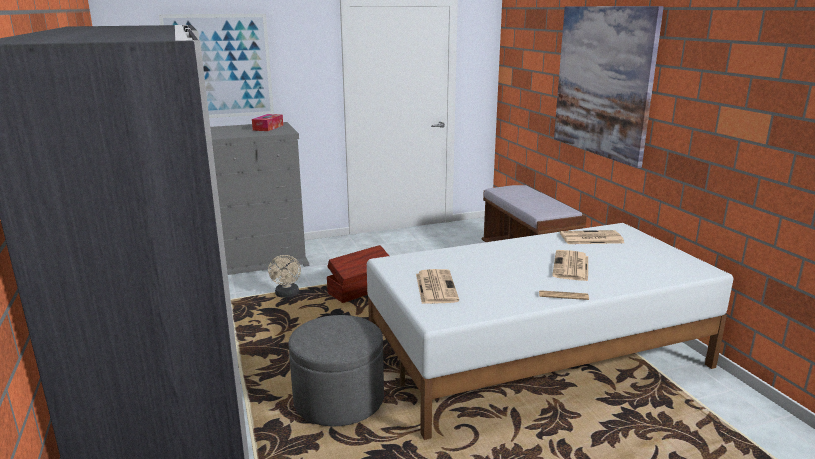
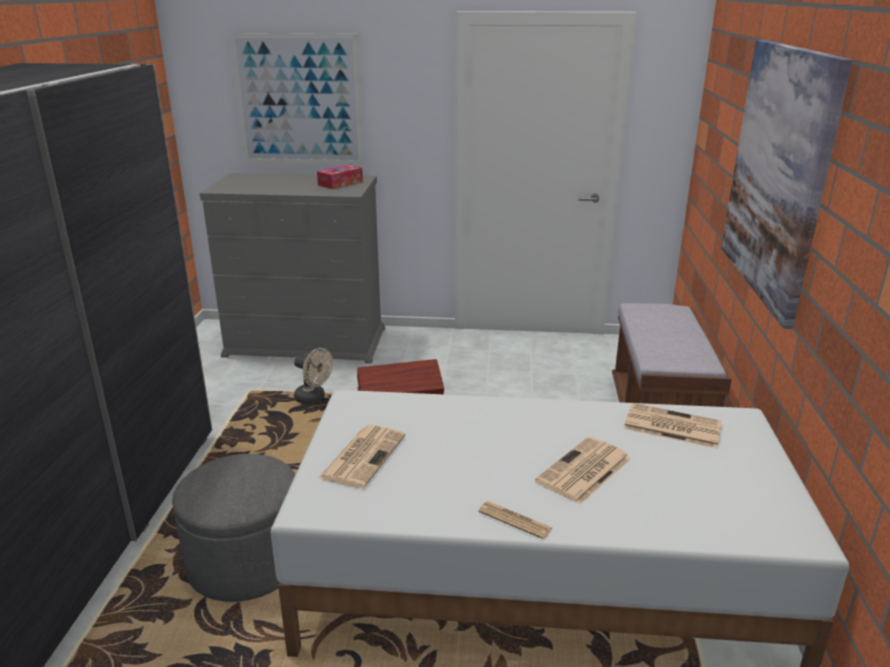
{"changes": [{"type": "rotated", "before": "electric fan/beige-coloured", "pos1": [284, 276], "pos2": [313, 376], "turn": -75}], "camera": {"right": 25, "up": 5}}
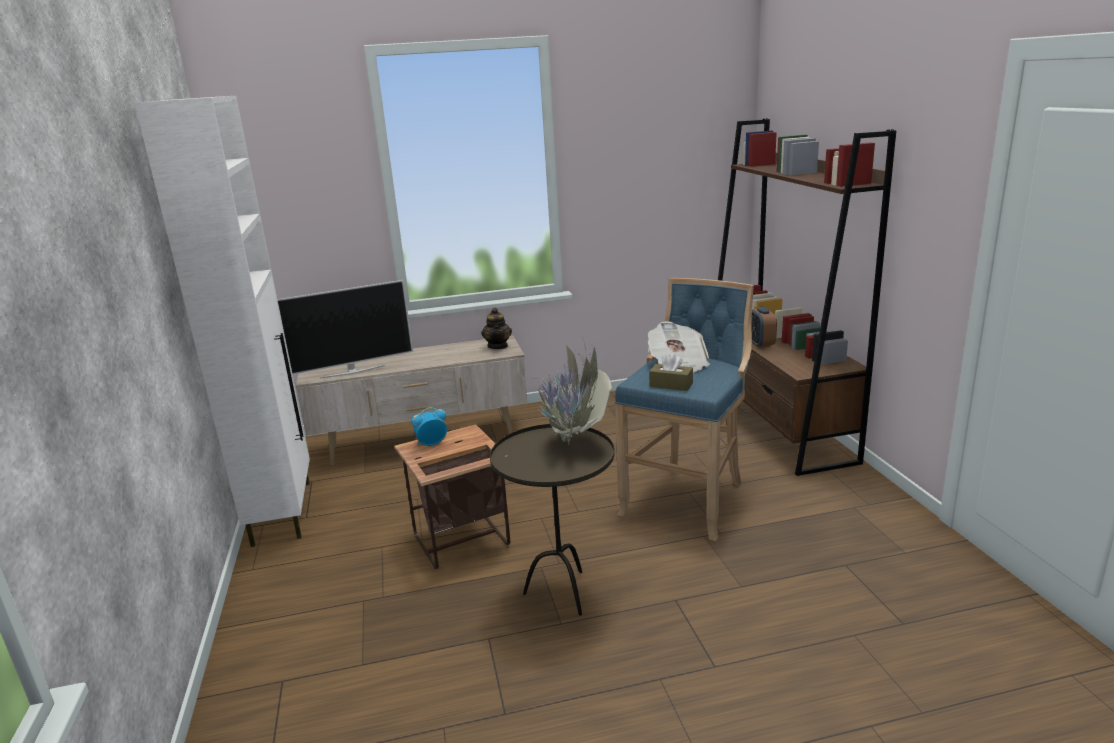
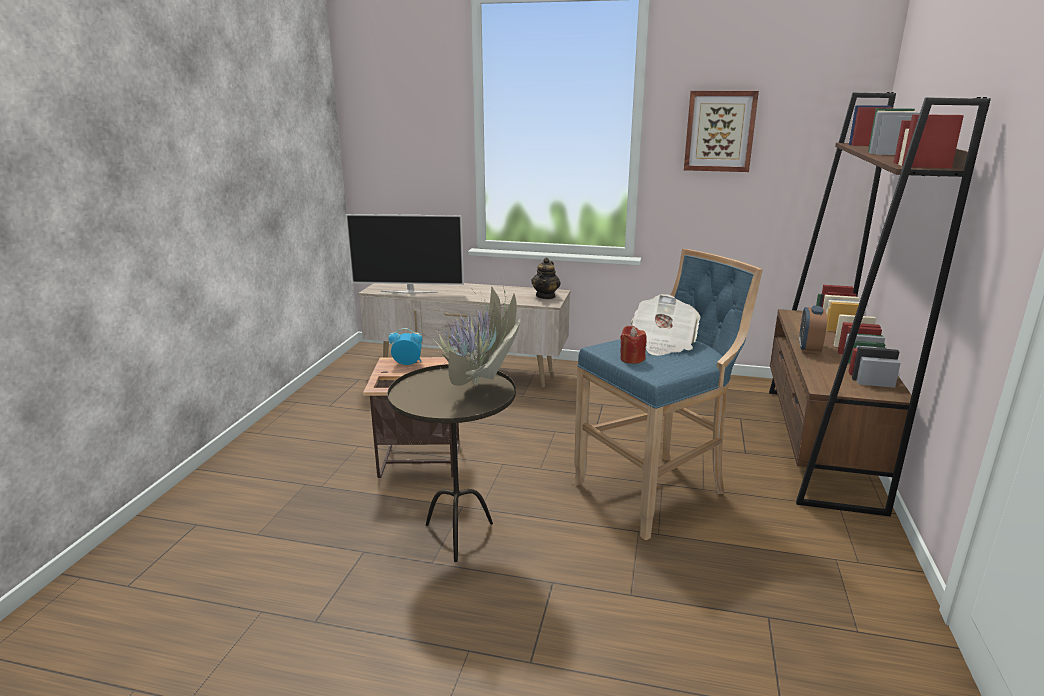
{"changes": [{"type": "gone", "before": "storage cabinet/whitish", "pos1": [222, 321]}, {"type": "new", "after": "wall picture", "pos2": [721, 131]}, {"type": "swapped", "before": "tissue box/brown", "after": "wax light/reddish", "pos1": [671, 372], "pos2": [633, 345]}], "camera": {"right": 25, "up": 0}}
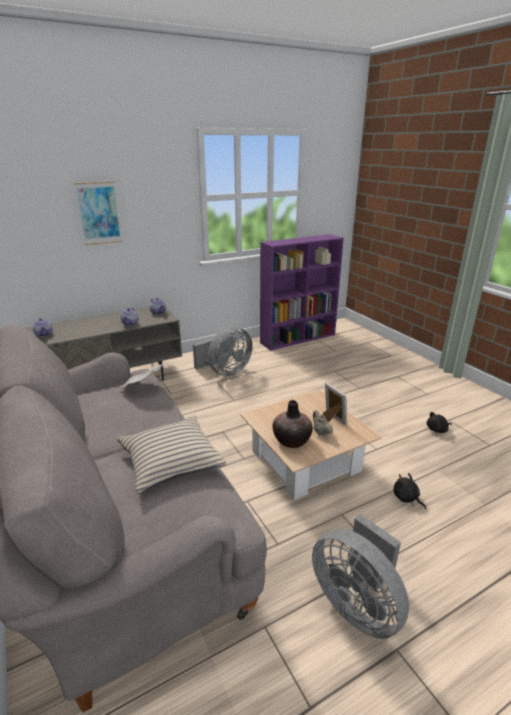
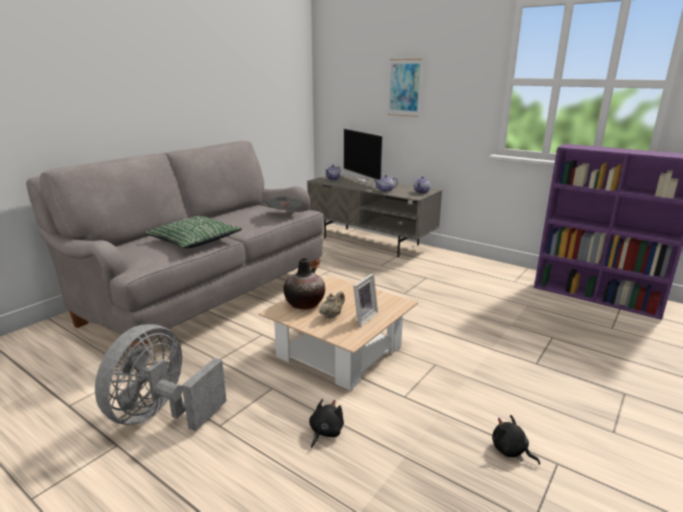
{"changes": [{"type": "gone", "before": "electric fan/greyish", "pos1": [223, 351]}, {"type": "new", "after": "TV set", "pos2": [363, 156]}, {"type": "repainted", "before": "throw pillow/beige-coloured", "after": "throw pillow/green-coloured", "pos1": [171, 455], "pos2": [193, 232]}], "camera": {"right": 65, "up": -5}}
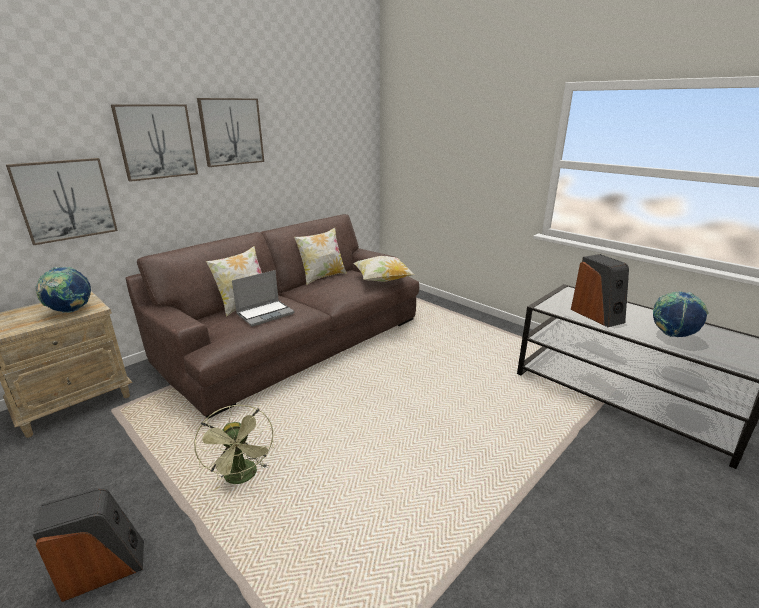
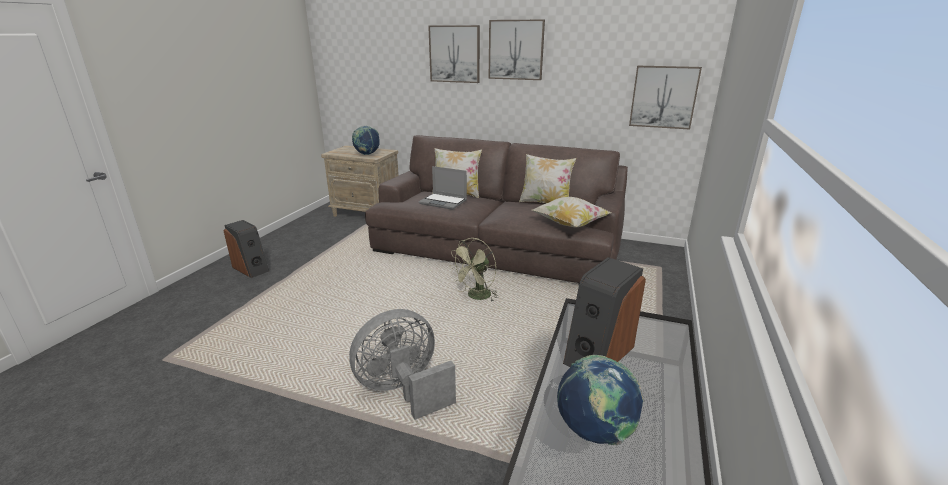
{"changes": [{"type": "new", "after": "electric fan/greyish", "pos2": [402, 364]}, {"type": "shifted", "before": "wall picture", "pos1": [62, 201], "pos2": [665, 98]}, {"type": "shifted", "before": "electric fan/green-coloured", "pos1": [234, 448], "pos2": [474, 270]}], "camera": {"right": 65, "up": 0}}
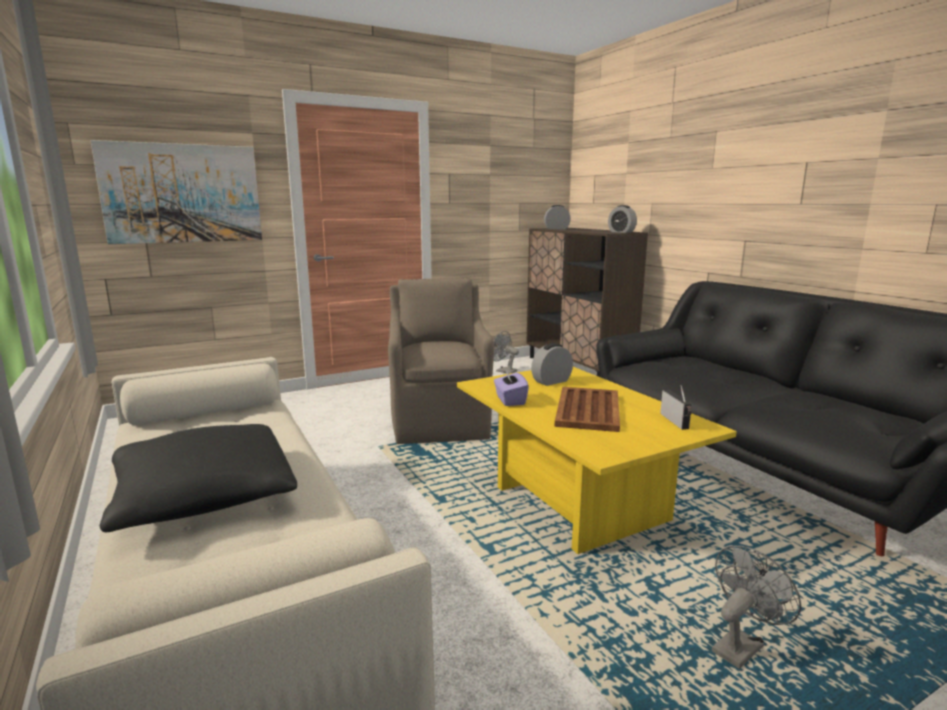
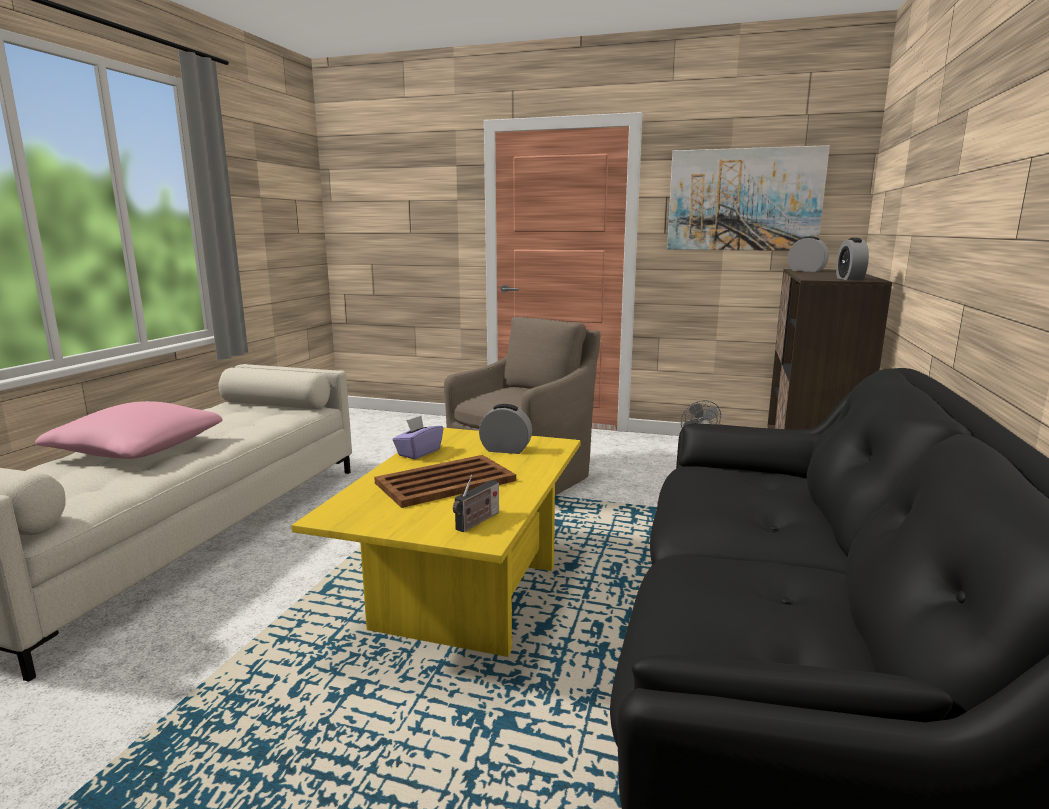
{"changes": [{"type": "gone", "before": "electric fan/greyish", "pos1": [756, 607]}, {"type": "shifted", "before": "wall picture", "pos1": [176, 192], "pos2": [748, 198]}, {"type": "repainted", "before": "throw pillow/blackish", "after": "throw pillow/pink", "pos1": [198, 478], "pos2": [129, 430]}], "camera": {"right": 45, "up": 0}}
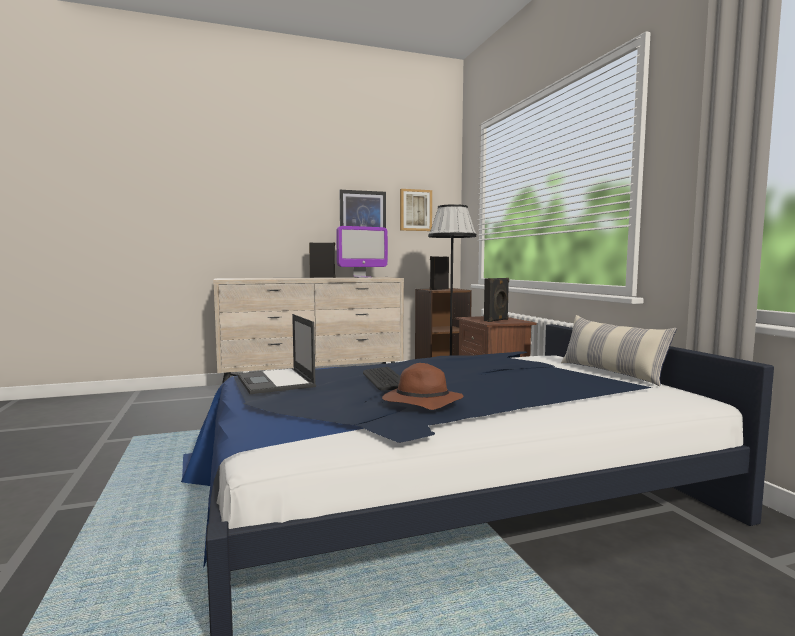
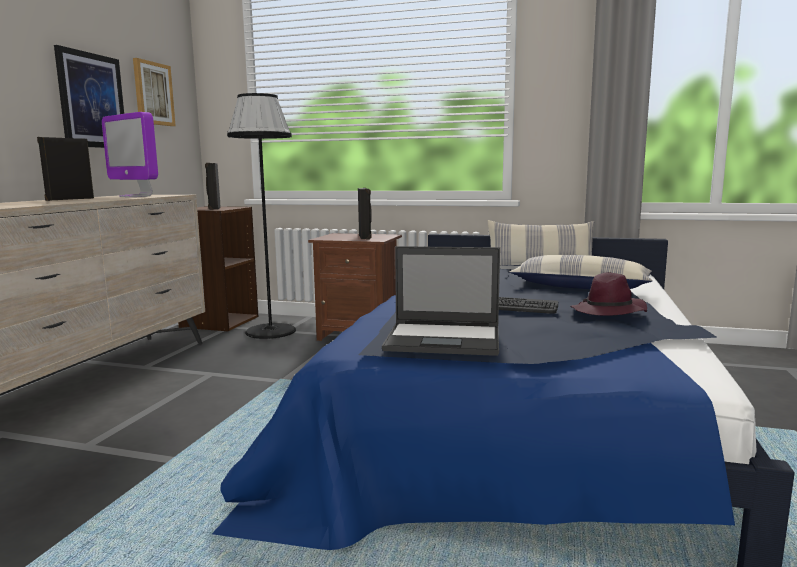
{"changes": [{"type": "new", "after": "throw pillow", "pos2": [581, 272]}, {"type": "repainted", "before": "wearable hat/brown", "after": "wearable hat/purplish", "pos1": [422, 386], "pos2": [608, 294]}, {"type": "rotated", "before": "computer display", "pos1": [362, 252], "pos2": [130, 154], "turn": 120}], "camera": {"right": -55, "up": 5}}
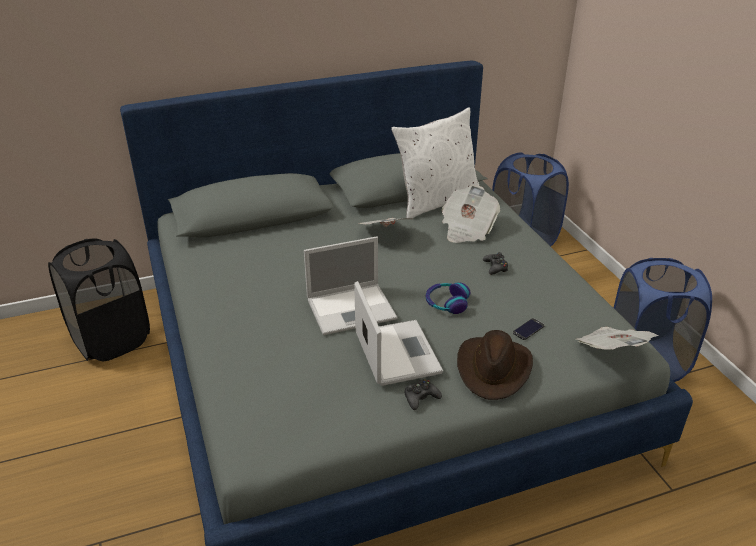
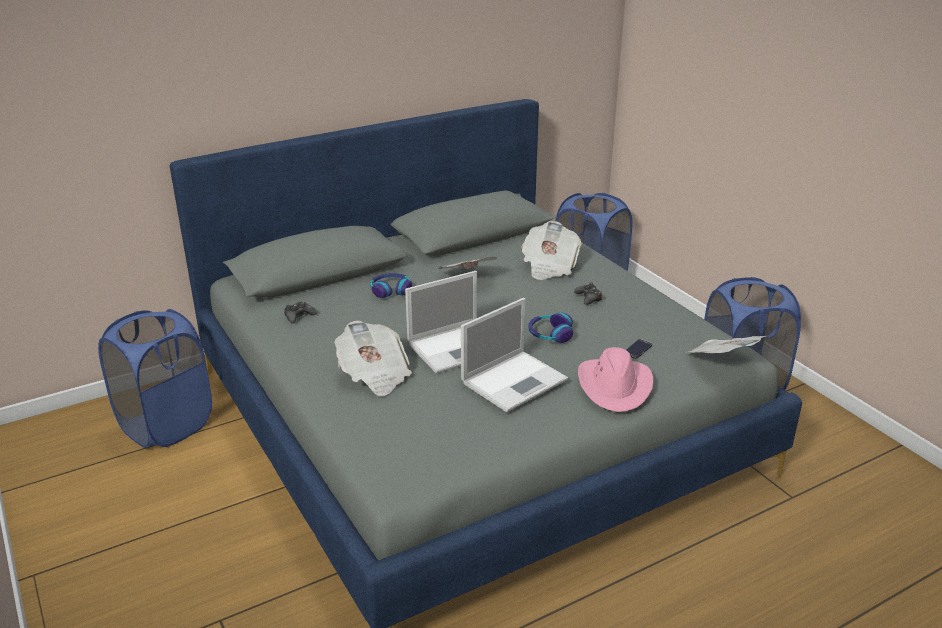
{"changes": [{"type": "gone", "before": "throw pillow/whitish", "pos1": [435, 163]}, {"type": "new", "after": "daily paper", "pos2": [373, 358]}, {"type": "new", "after": "pair of headphones", "pos2": [391, 285]}, {"type": "shifted", "before": "gamepad/blackish", "pos1": [423, 394], "pos2": [300, 313]}, {"type": "repainted", "before": "washing basket/blackish", "after": "washing basket/blue", "pos1": [99, 299], "pos2": [155, 378]}, {"type": "repainted", "before": "wearable hat/brown", "after": "wearable hat/pink", "pos1": [495, 365], "pos2": [615, 379]}, {"type": "rotated", "before": "notebook computer", "pos1": [398, 333], "pos2": [514, 355], "turn": 75}], "camera": {"right": -10, "up": -5}}
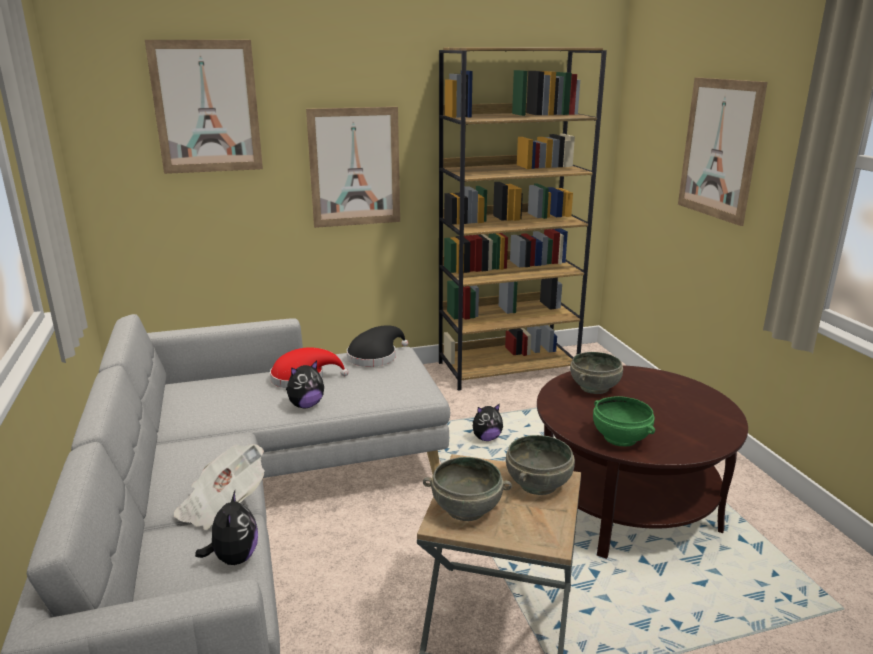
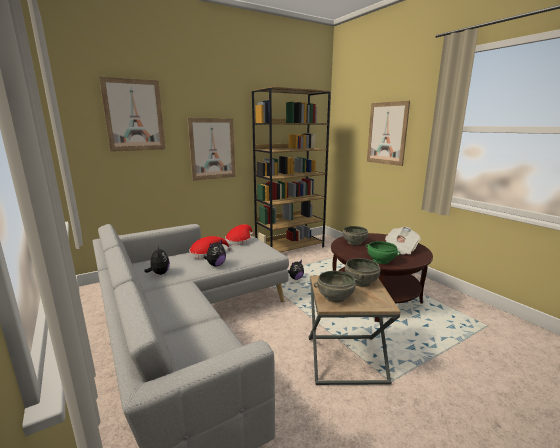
{"changes": [{"type": "shifted", "before": "daily paper", "pos1": [219, 487], "pos2": [403, 241]}, {"type": "shifted", "before": "plush toy", "pos1": [226, 528], "pos2": [157, 260]}, {"type": "repainted", "before": "wearable hat/blackish", "after": "wearable hat/reddish", "pos1": [377, 346], "pos2": [239, 234]}], "camera": {"right": -15, "up": -5}}
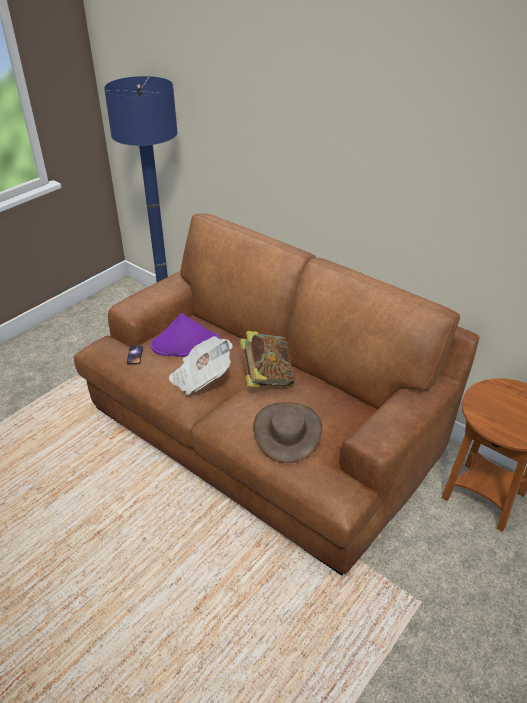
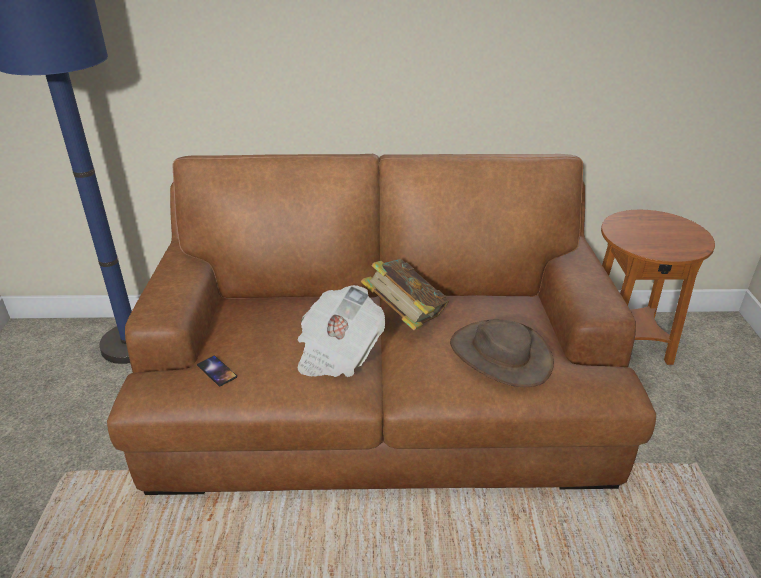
{"changes": [{"type": "gone", "before": "wearable hat/purplish", "pos1": [185, 335]}], "camera": {"right": -40, "up": -5}}
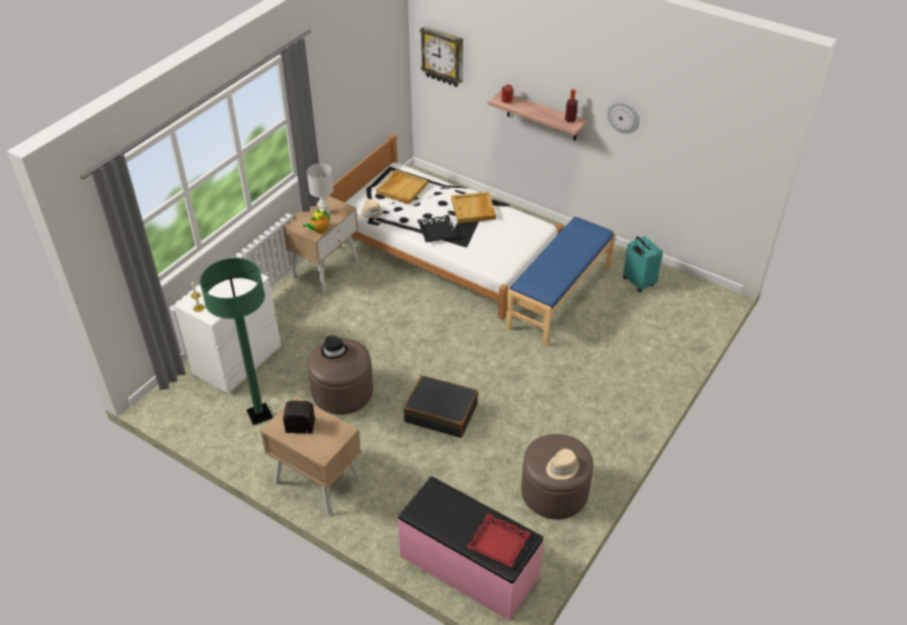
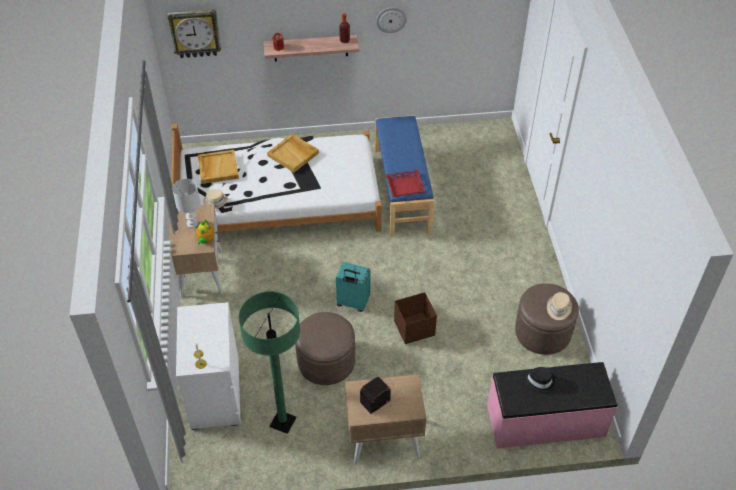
{"changes": [{"type": "gone", "before": "serving tray/blackish", "pos1": [437, 228]}, {"type": "shifted", "before": "wearable hat/blackish", "pos1": [334, 347], "pos2": [539, 379]}, {"type": "shifted", "before": "serving tray/reddish", "pos1": [499, 540], "pos2": [406, 183]}, {"type": "shifted", "before": "piece of luggage/turquoise", "pos1": [643, 264], "pos2": [353, 287]}, {"type": "swapped", "before": "piece of luggage/blackish", "after": "storage box/brown", "pos1": [440, 406], "pos2": [415, 318]}], "camera": {"right": -40, "up": 5}}
